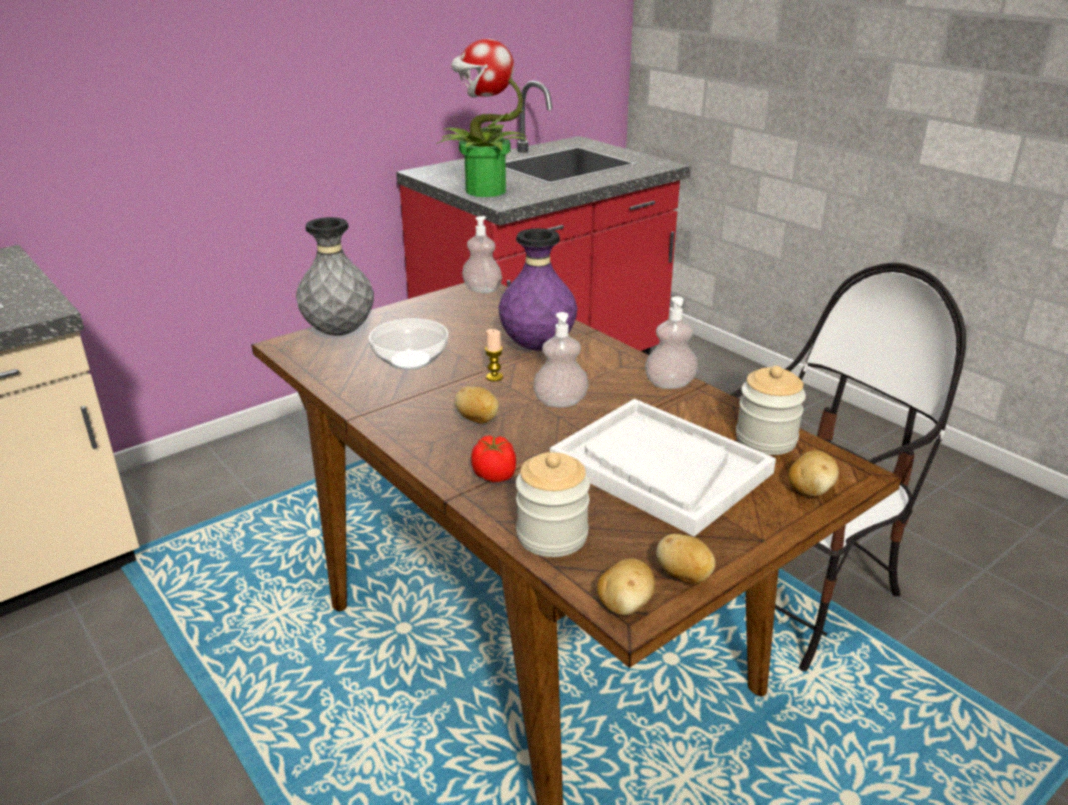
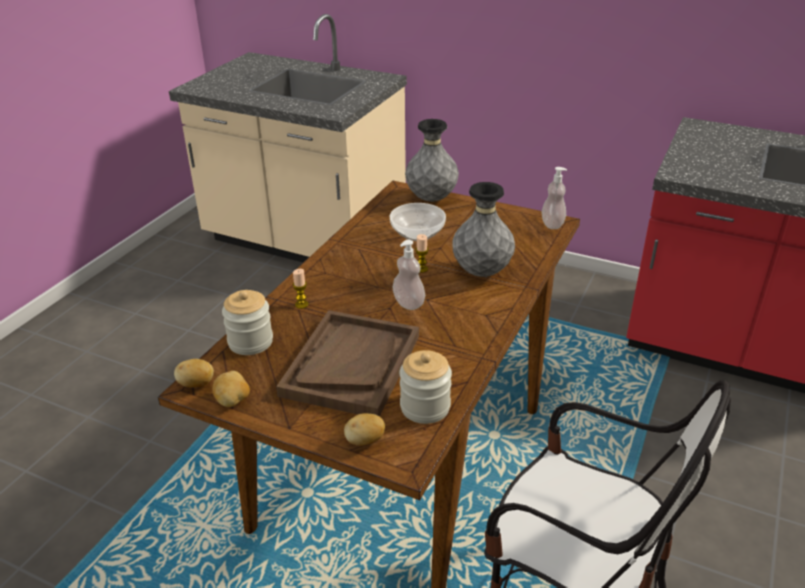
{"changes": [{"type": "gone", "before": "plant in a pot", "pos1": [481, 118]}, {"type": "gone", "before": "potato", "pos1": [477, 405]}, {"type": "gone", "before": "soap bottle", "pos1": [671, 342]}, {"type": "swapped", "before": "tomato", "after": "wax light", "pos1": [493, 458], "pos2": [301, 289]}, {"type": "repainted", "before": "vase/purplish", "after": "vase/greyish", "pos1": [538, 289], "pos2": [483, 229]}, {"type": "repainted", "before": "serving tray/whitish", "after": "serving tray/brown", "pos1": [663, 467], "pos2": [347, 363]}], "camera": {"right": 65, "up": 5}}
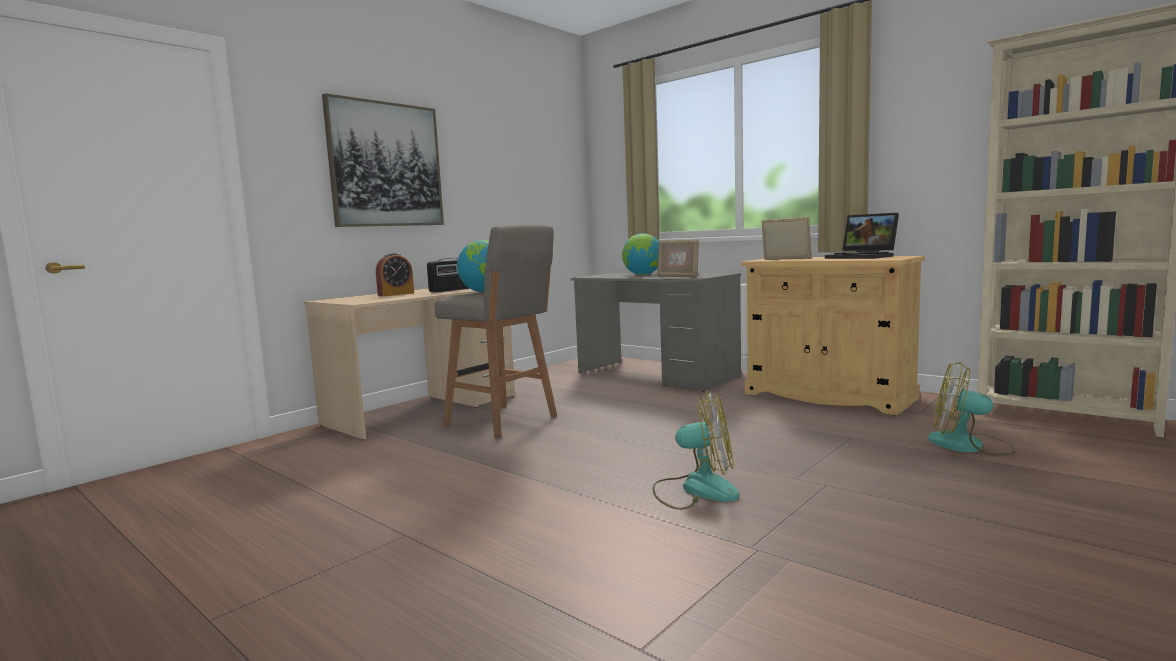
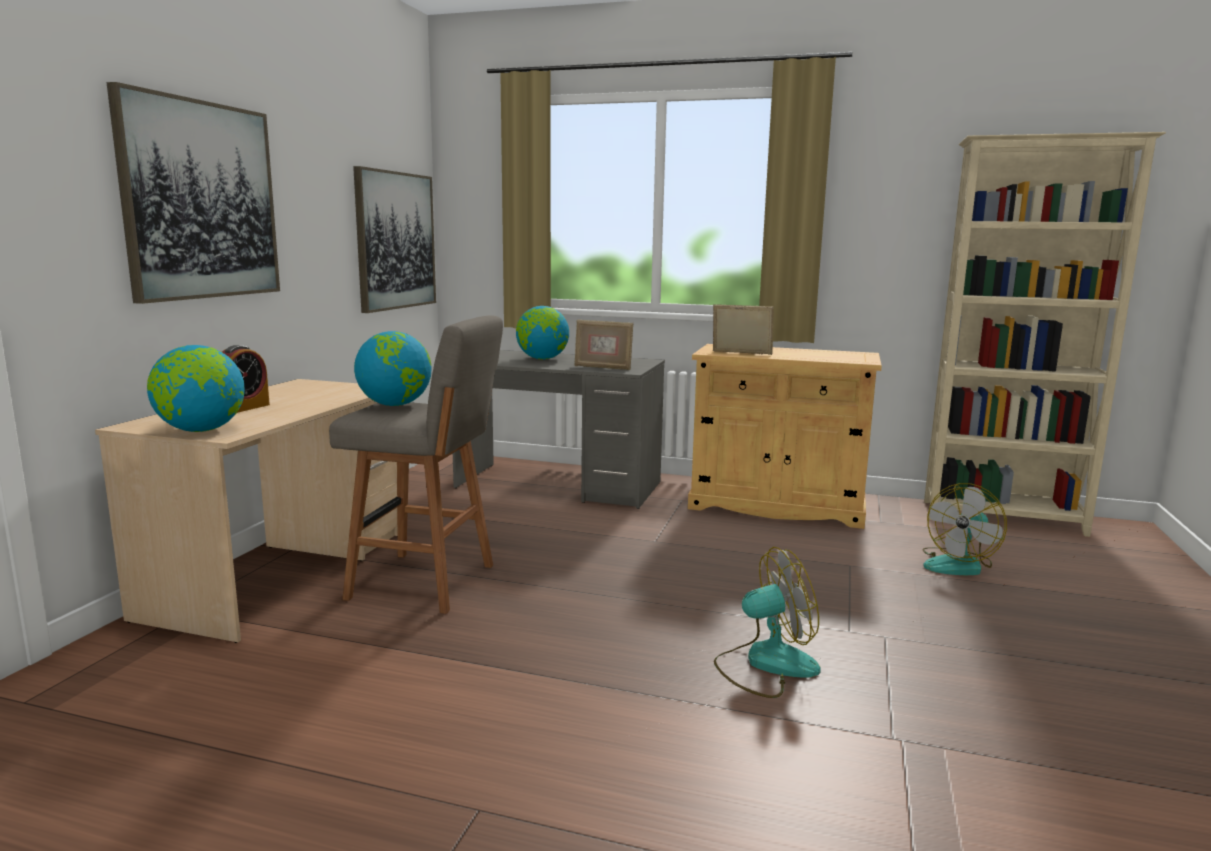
{"changes": [{"type": "gone", "before": "radio set", "pos1": [448, 275]}, {"type": "gone", "before": "notebook computer", "pos1": [862, 236]}, {"type": "new", "after": "desk globe", "pos2": [196, 388]}, {"type": "new", "after": "wall picture", "pos2": [394, 239]}, {"type": "rotated", "before": "electric fan", "pos1": [972, 408], "pos2": [964, 529], "turn": -45}], "camera": {"right": -25, "up": 5}}
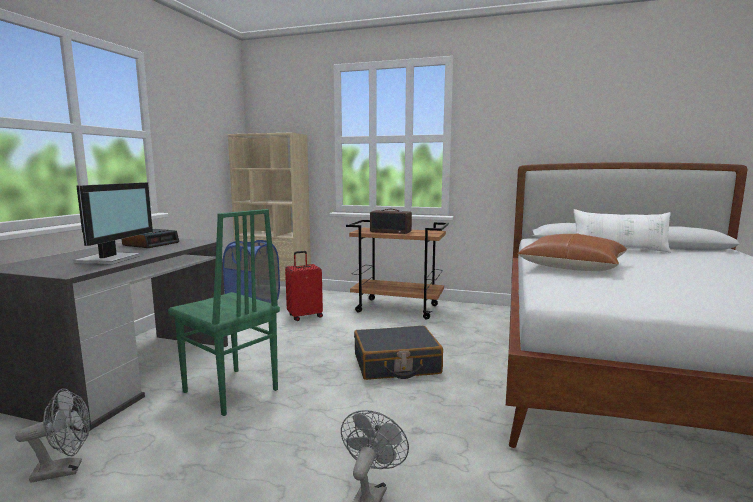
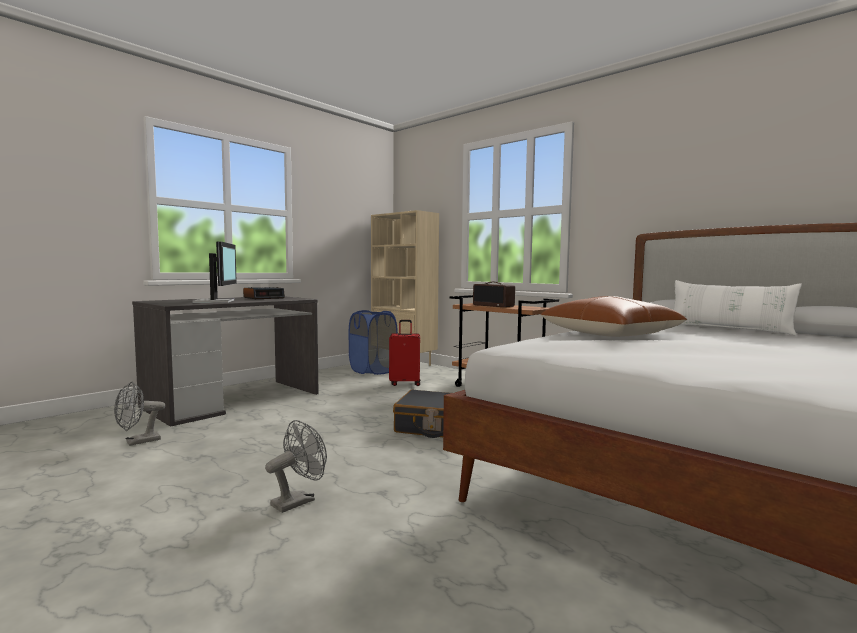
{"changes": [{"type": "gone", "before": "upright chair/green-coloured", "pos1": [224, 312]}, {"type": "rotated", "before": "electric fan/greyish", "pos1": [52, 435], "pos2": [139, 413], "turn": 135}, {"type": "rotated", "before": "computer display", "pos1": [113, 223], "pos2": [215, 272], "turn": -45}], "camera": {"right": 25, "up": -5}}
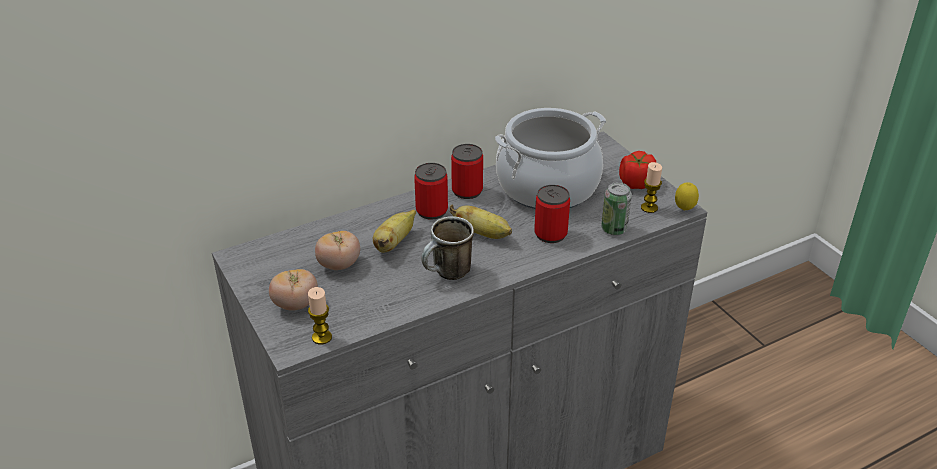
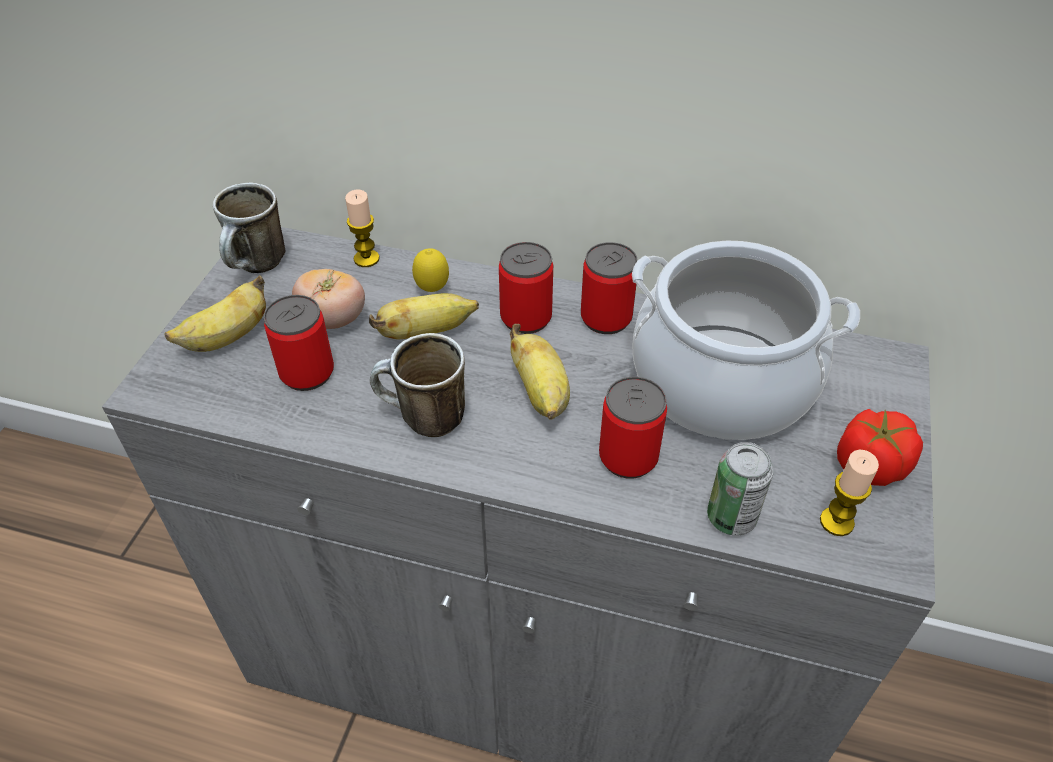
{"changes": [{"type": "new", "after": "mug", "pos2": [249, 228]}, {"type": "new", "after": "metal can", "pos2": [299, 343]}, {"type": "shifted", "before": "wax light", "pos1": [320, 316], "pos2": [362, 228]}, {"type": "shifted", "before": "whole lemon", "pos1": [687, 196], "pos2": [430, 270]}, {"type": "swapped", "before": "tomato", "after": "banana", "pos1": [293, 290], "pos2": [215, 313]}], "camera": {"right": 45, "up": 10}}
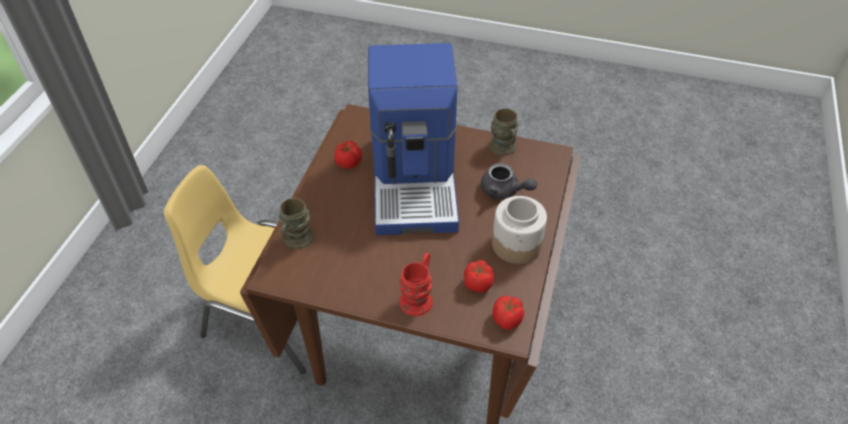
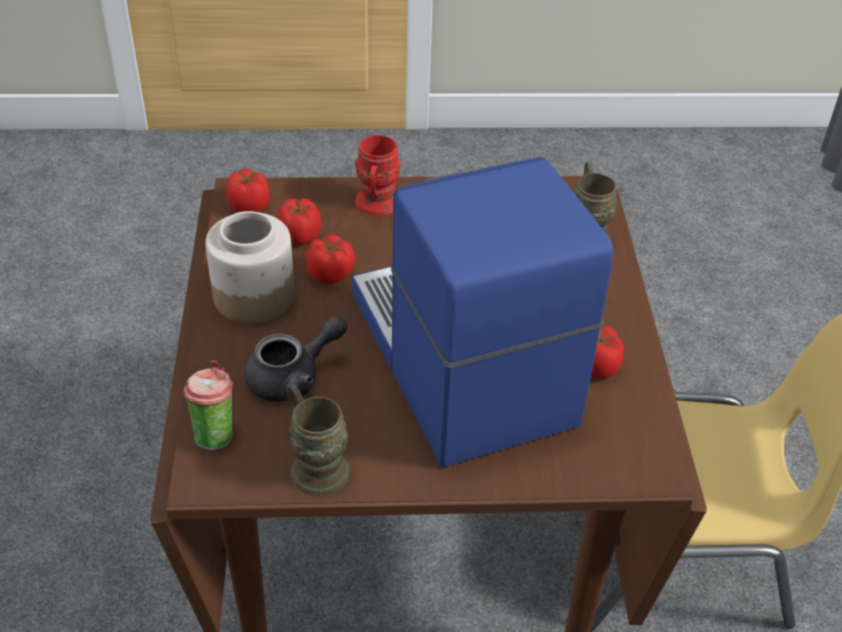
{"changes": [{"type": "new", "after": "small cup", "pos2": [208, 405]}, {"type": "new", "after": "tomato", "pos2": [330, 259]}, {"type": "rotated", "before": "tea pot/greyish", "pos1": [509, 181], "pos2": [296, 359], "turn": 135}], "camera": {"right": 160, "up": -5}}
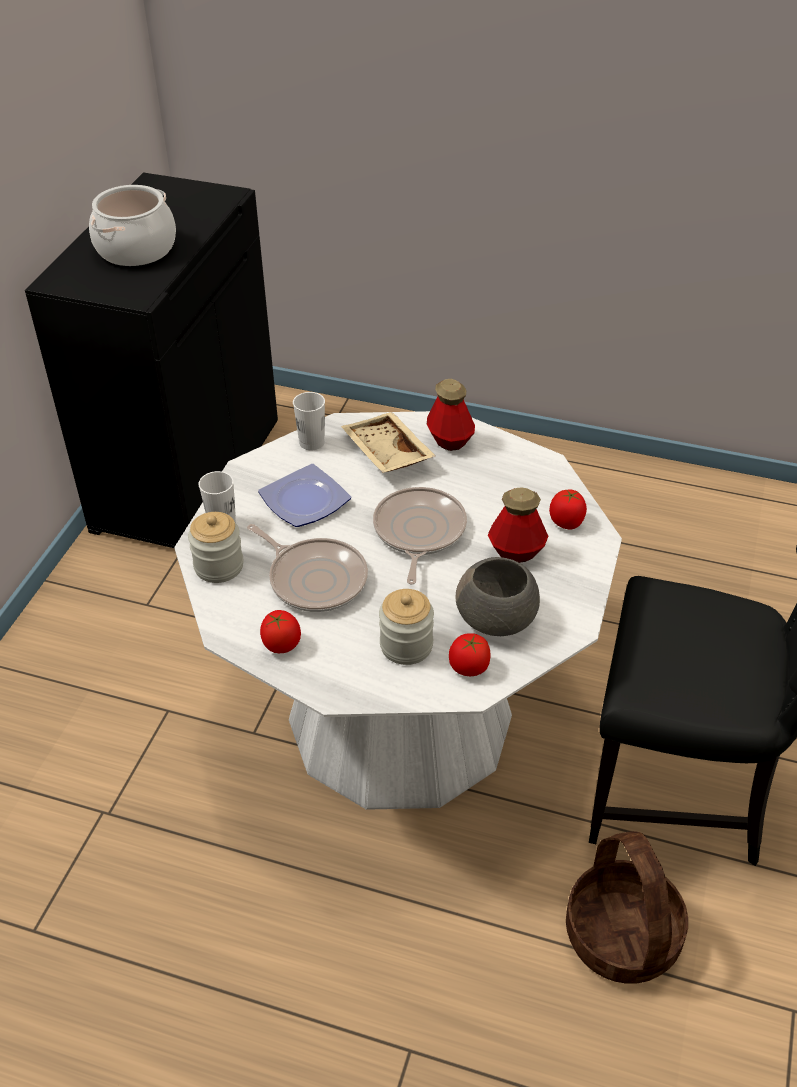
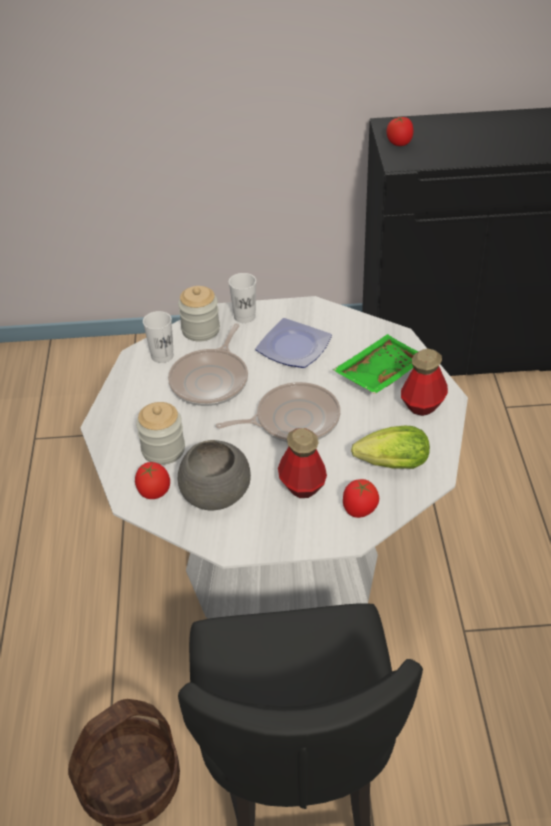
{"changes": [{"type": "gone", "before": "stockpot", "pos1": [132, 225]}, {"type": "new", "after": "lettuce", "pos2": [390, 447]}, {"type": "shifted", "before": "tomato", "pos1": [280, 631], "pos2": [400, 131]}, {"type": "shifted", "before": "small cup/whitish", "pos1": [309, 421], "pos2": [158, 337]}, {"type": "repainted", "before": "serving tray/beige-coloured", "after": "serving tray/green-coloured", "pos1": [388, 442], "pos2": [376, 364]}], "camera": {"right": 70, "up": 0}}
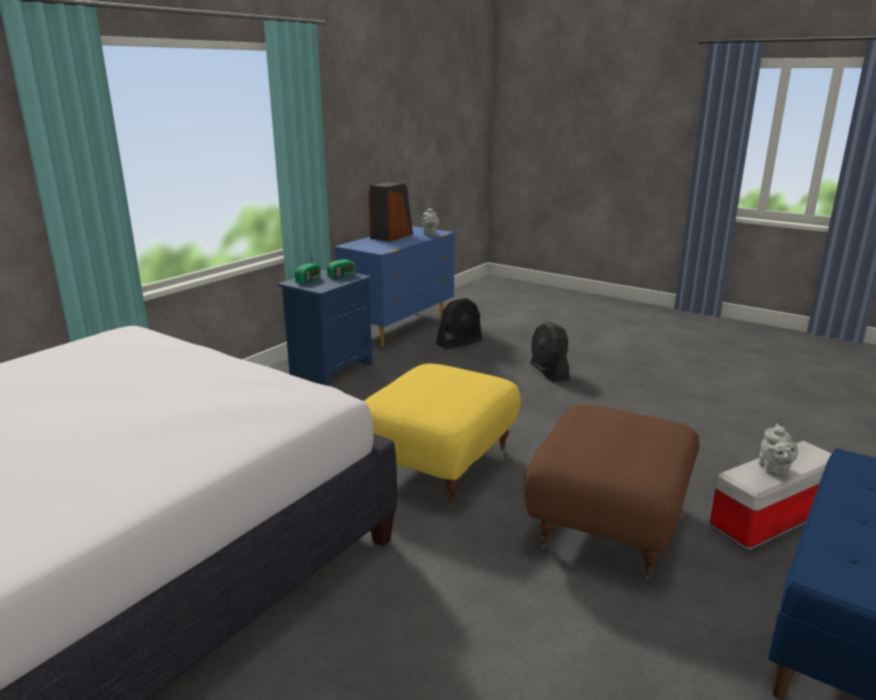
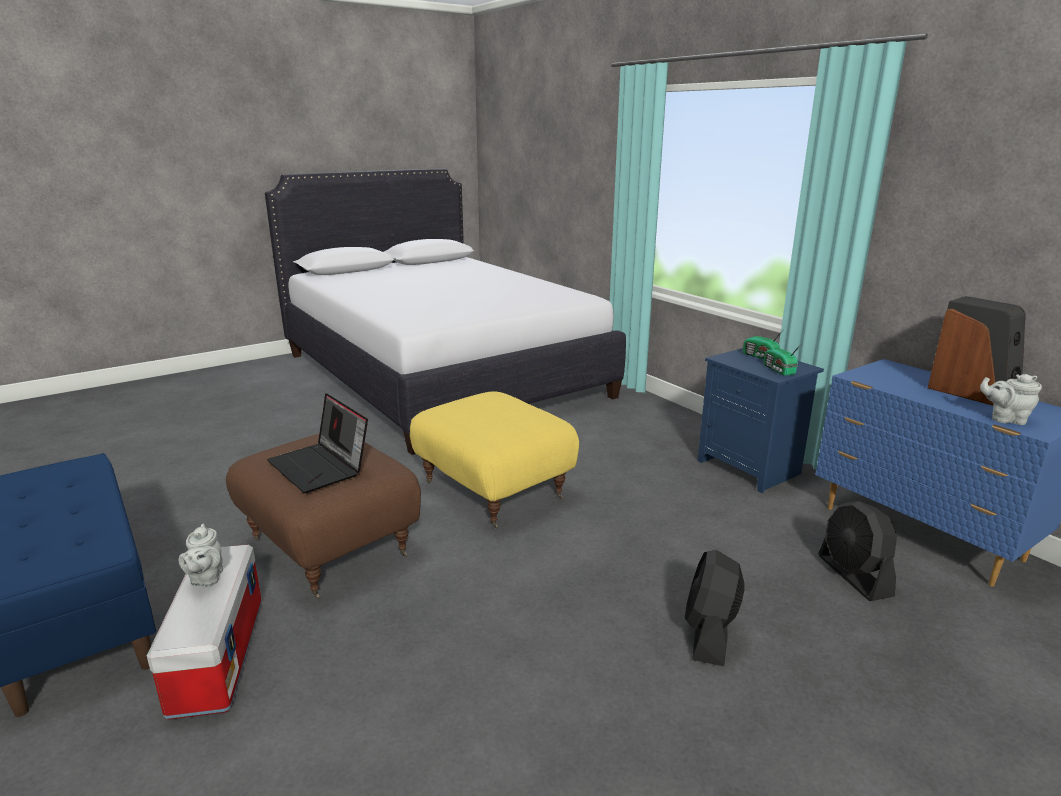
{"changes": [{"type": "new", "after": "notebook computer", "pos2": [317, 443]}, {"type": "rotated", "before": "electric fan/blackish", "pos1": [550, 351], "pos2": [715, 608], "turn": -75}, {"type": "rotated", "before": "tea pot/greyish", "pos1": [778, 450], "pos2": [200, 555], "turn": -120}], "camera": {"right": 110, "up": 0}}
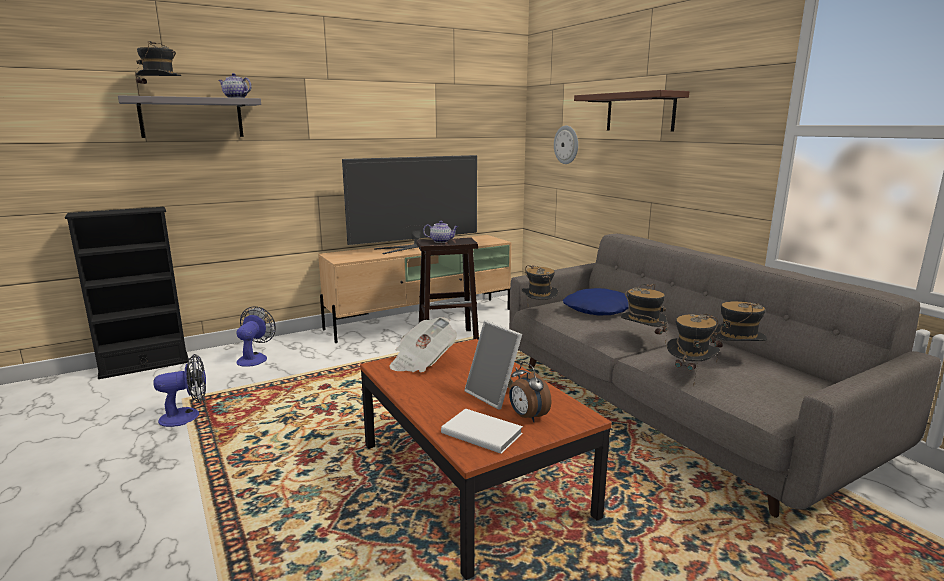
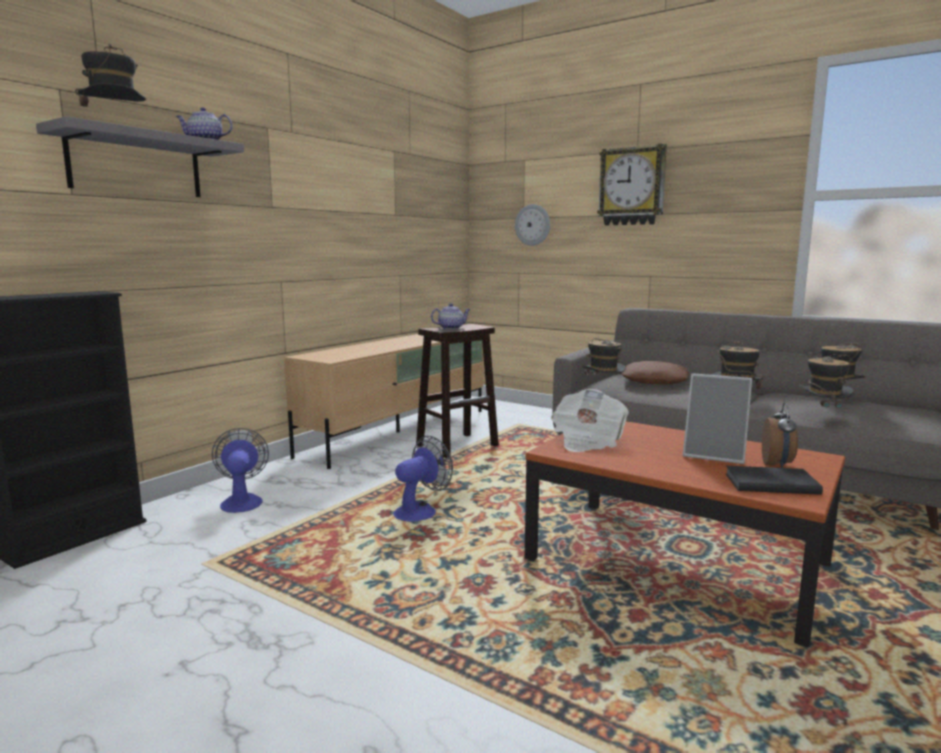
{"changes": [{"type": "gone", "before": "TV set", "pos1": [409, 204]}, {"type": "shifted", "before": "electric fan", "pos1": [180, 390], "pos2": [423, 479]}, {"type": "swapped", "before": "shelf/brown", "after": "hanging clock", "pos1": [631, 110], "pos2": [632, 184]}, {"type": "repainted", "before": "volume/whitish", "after": "volume/blackish", "pos1": [482, 431], "pos2": [774, 480]}, {"type": "repainted", "before": "throw pillow/blue", "after": "throw pillow/brown", "pos1": [596, 301], "pos2": [655, 373]}, {"type": "rotated", "before": "alarm clock", "pos1": [530, 392], "pos2": [780, 435], "turn": -105}], "camera": {"right": -25, "up": -5}}
